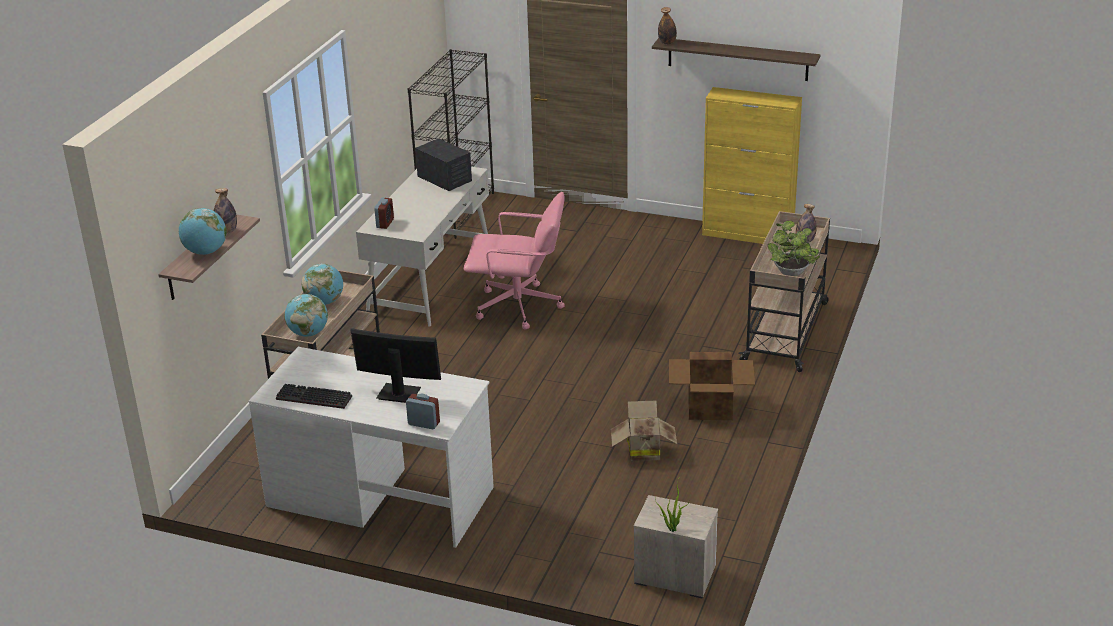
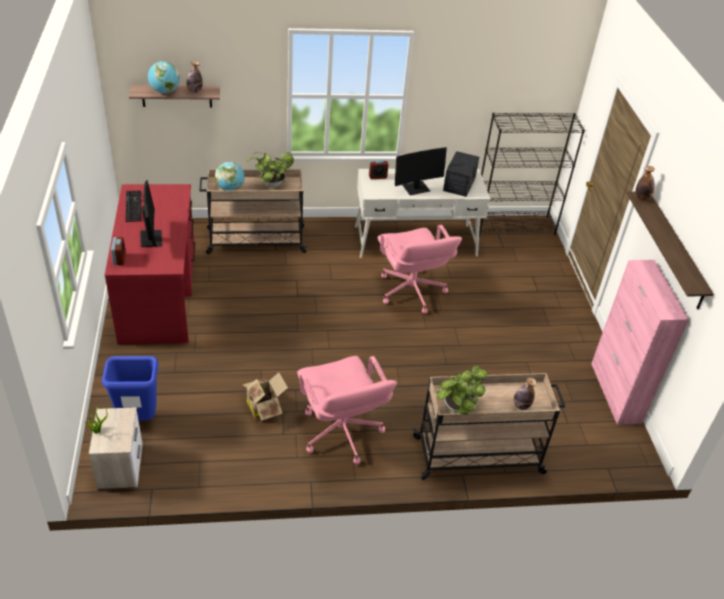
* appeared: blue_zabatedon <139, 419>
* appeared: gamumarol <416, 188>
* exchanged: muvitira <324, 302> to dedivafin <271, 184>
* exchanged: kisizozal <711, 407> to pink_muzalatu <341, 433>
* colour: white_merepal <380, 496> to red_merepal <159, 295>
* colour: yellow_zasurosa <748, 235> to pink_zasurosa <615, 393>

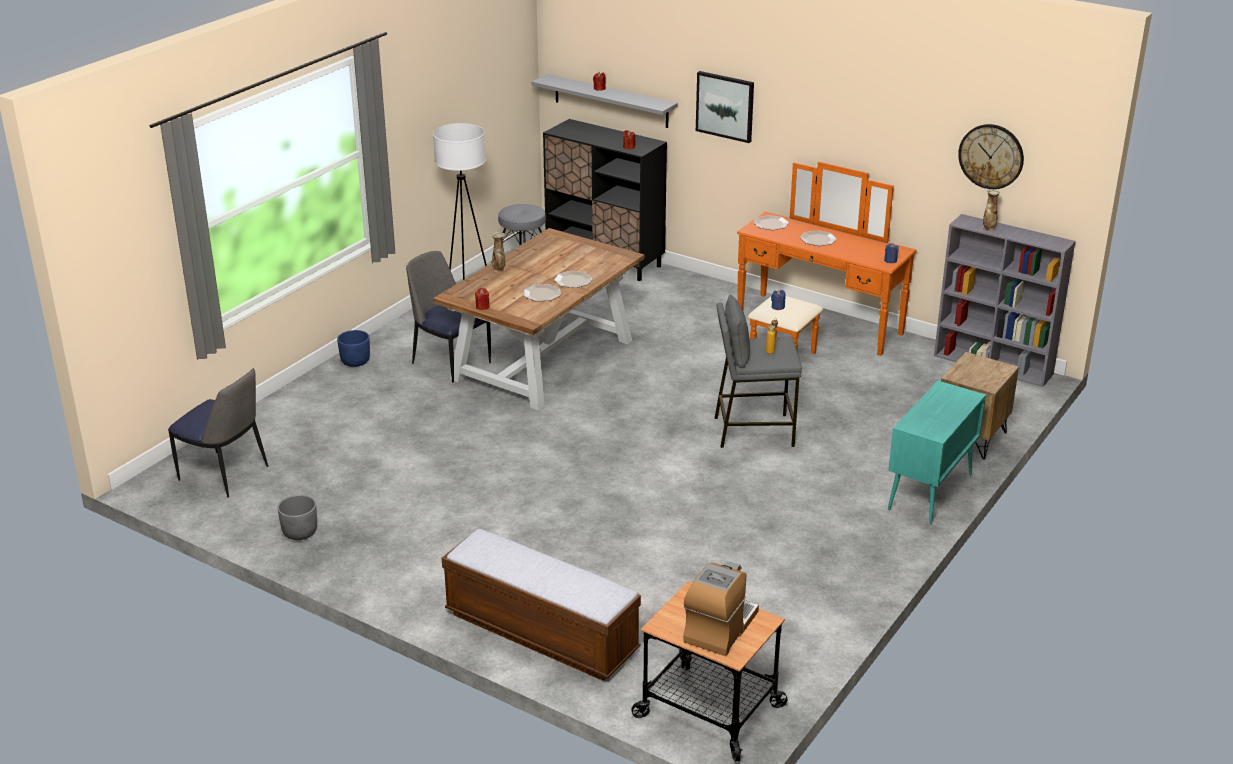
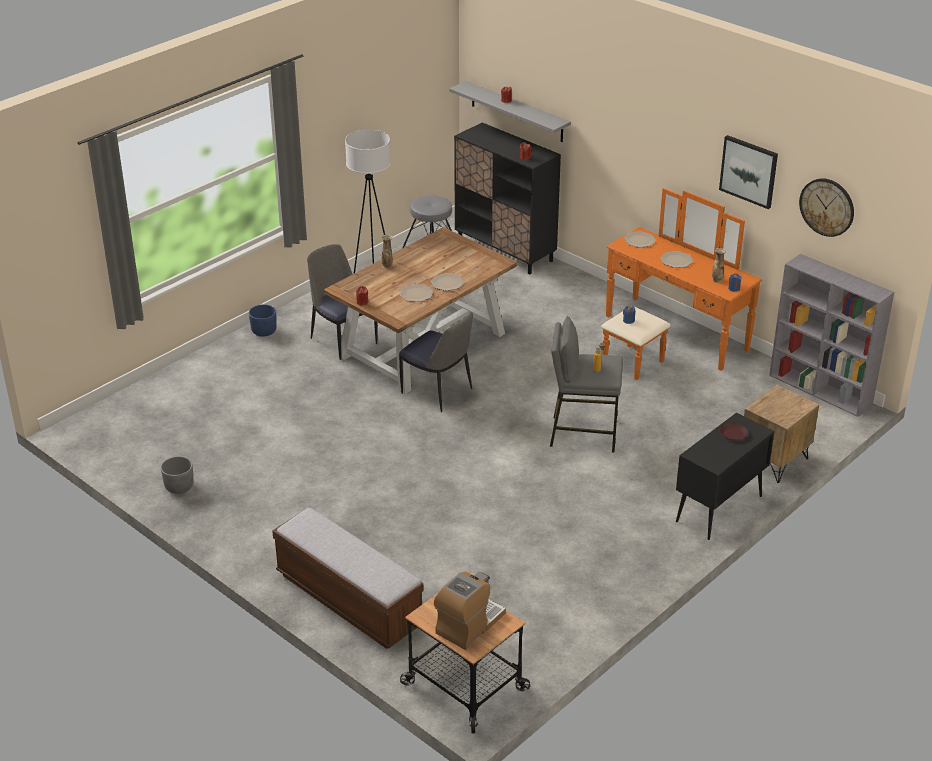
* appeared: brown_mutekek <733, 434>
* relocated: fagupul <225, 475> to <438, 392>
* relocated: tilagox <725, 106> to <749, 171>
* relocated: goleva <988, 228> to <717, 280>
* colour: turquoise_zasurosa <930, 492> to black_zasurosa <718, 509>

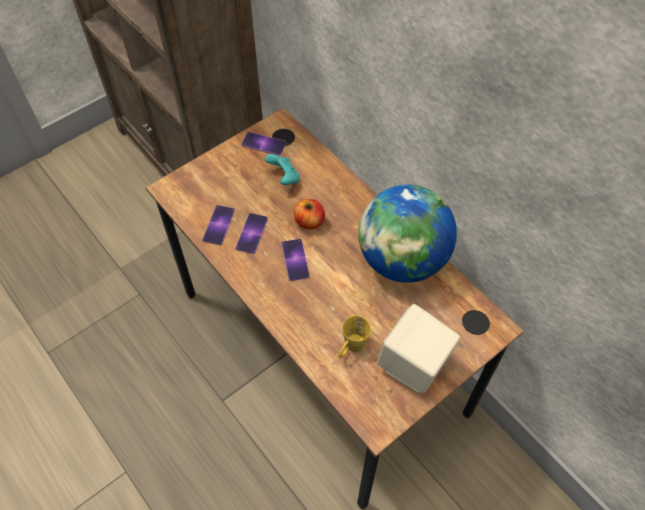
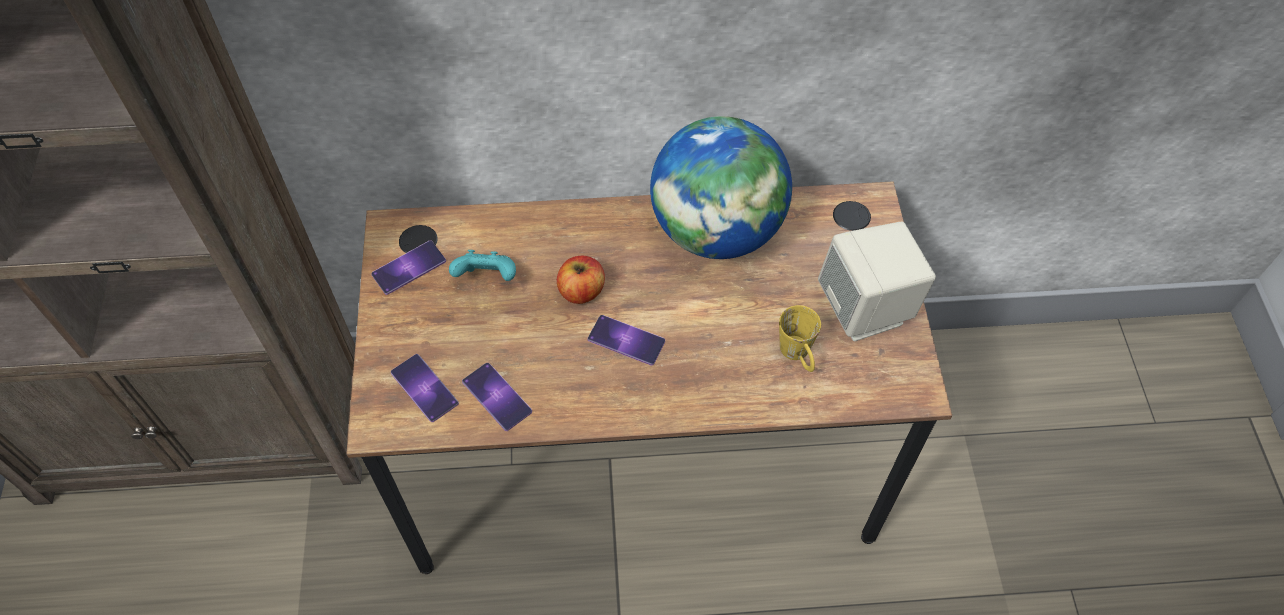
* relocated: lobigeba <252, 233> to <424, 388>

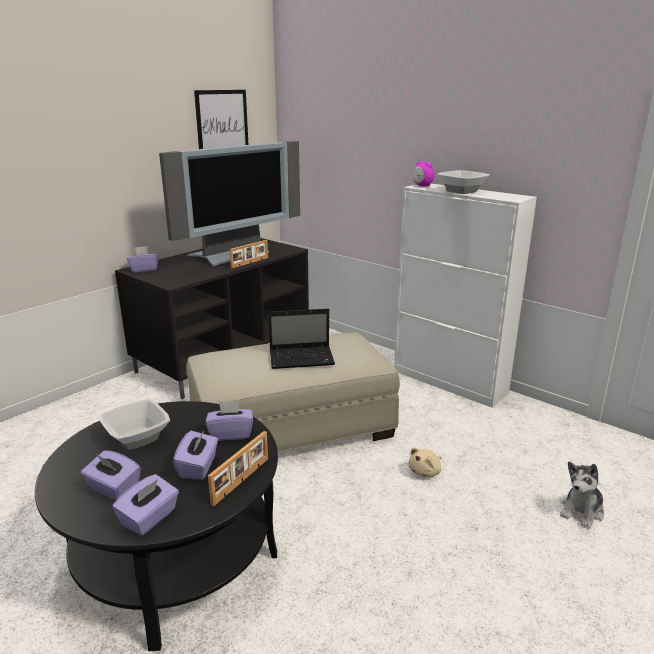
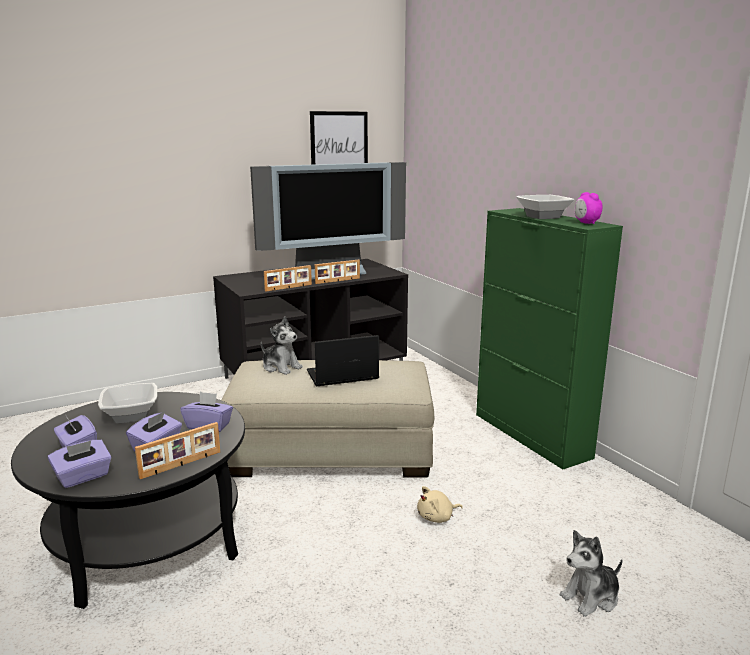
* missing: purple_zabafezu <143, 269>
* appeared: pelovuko <281, 367>
* appeared: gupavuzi <288, 288>
* relocated: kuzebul <422, 186> to <586, 223>
* colour: white_zasurosa <449, 382> to green_zasurosa <531, 435>
* spun: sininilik <303, 358> = <341, 376> 150 degrees clockwise

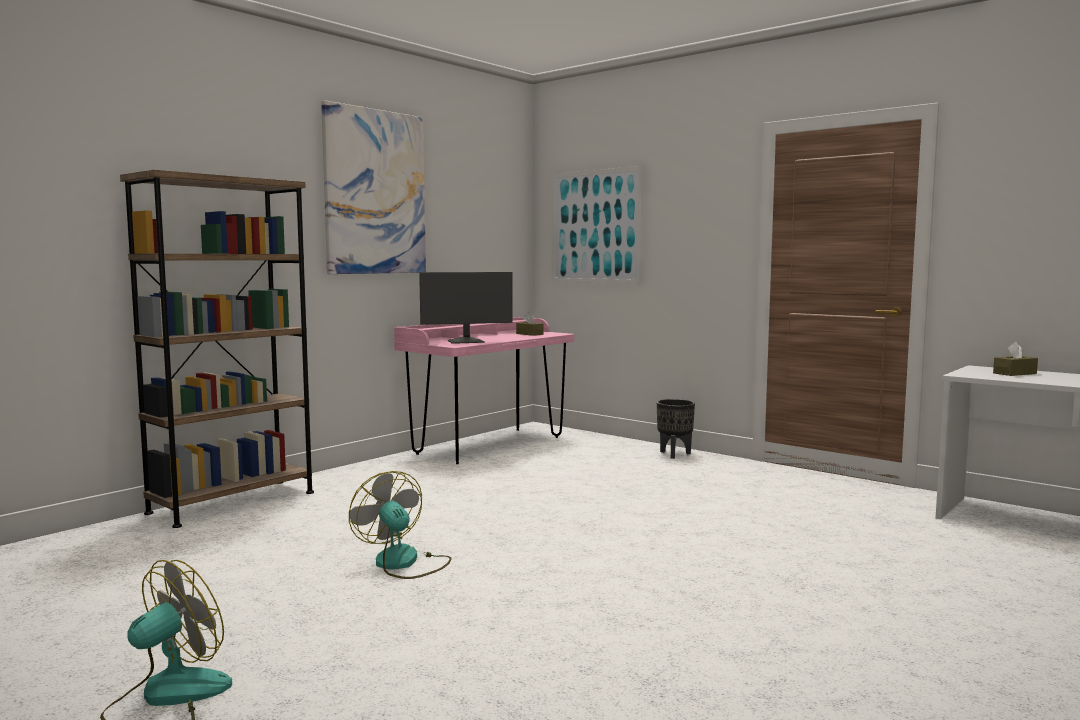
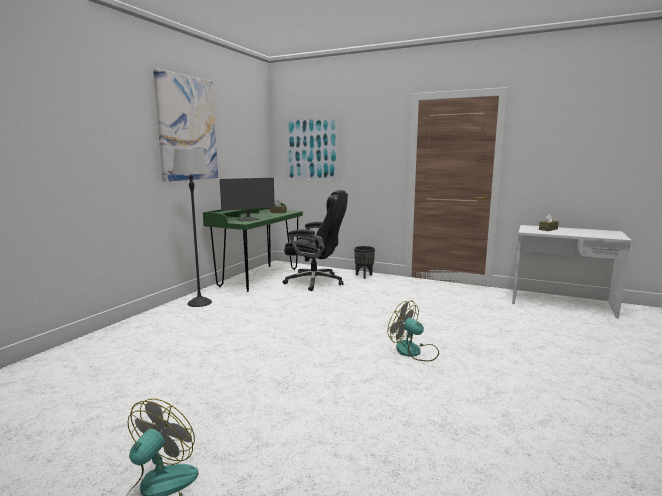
* missing: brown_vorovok <232, 502>
* appeared: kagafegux <199, 302>
* appeared: black_muzalatu <316, 282>
* relocated: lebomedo <403, 563> to <414, 352>
* colour: pink_merepal <489, 445> to green_merepal <259, 277>

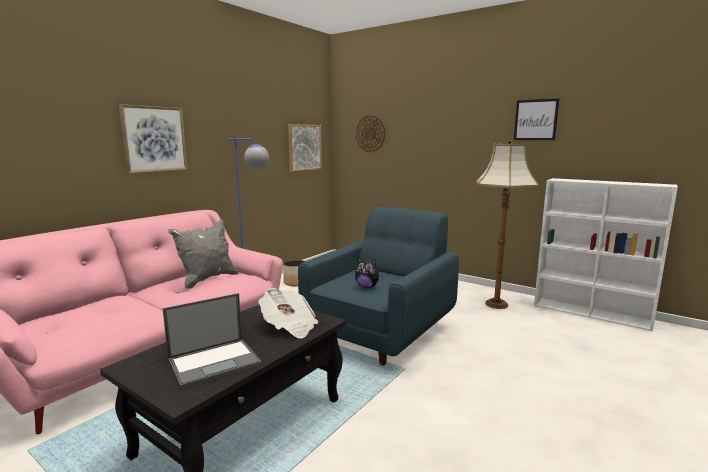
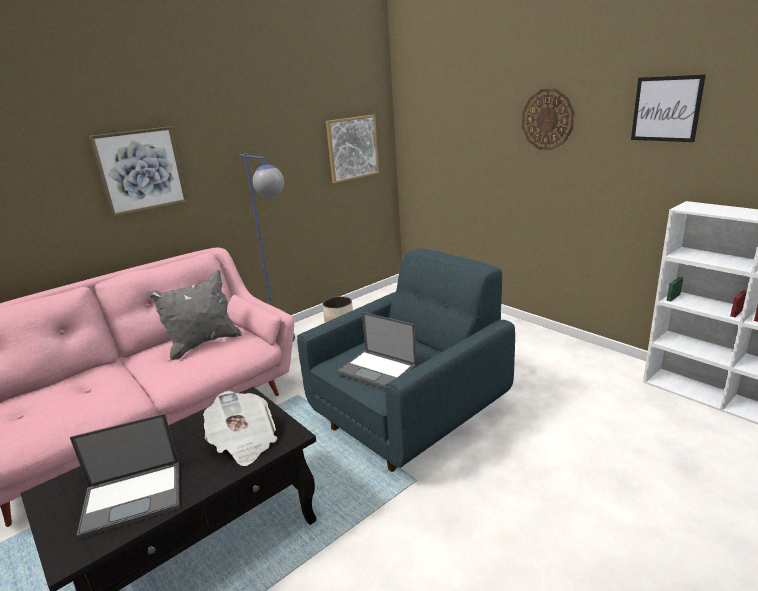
* missing: kagafegux <495, 304>
* relocated: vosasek <370, 133> to <547, 119>
* exchanged: pelovuko <367, 286> to sininilik <378, 370>

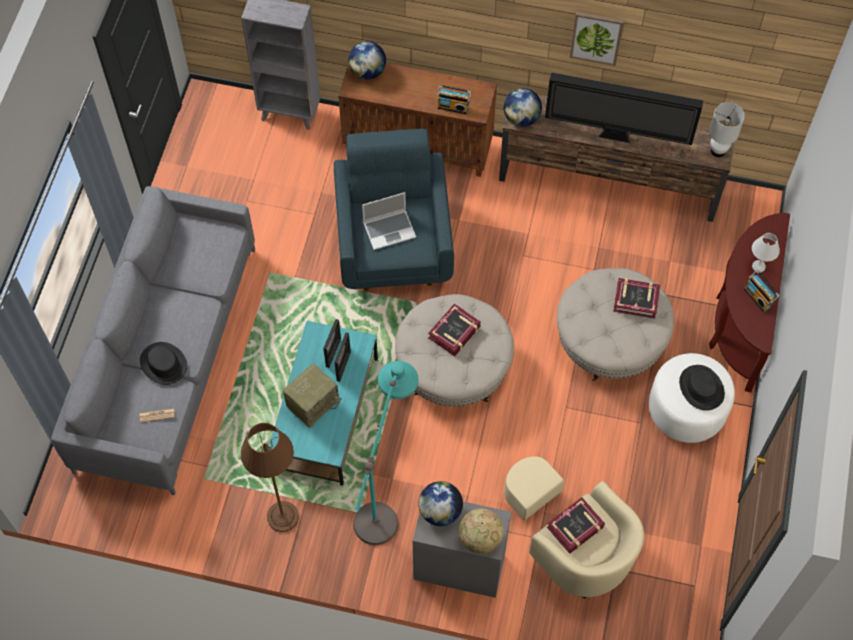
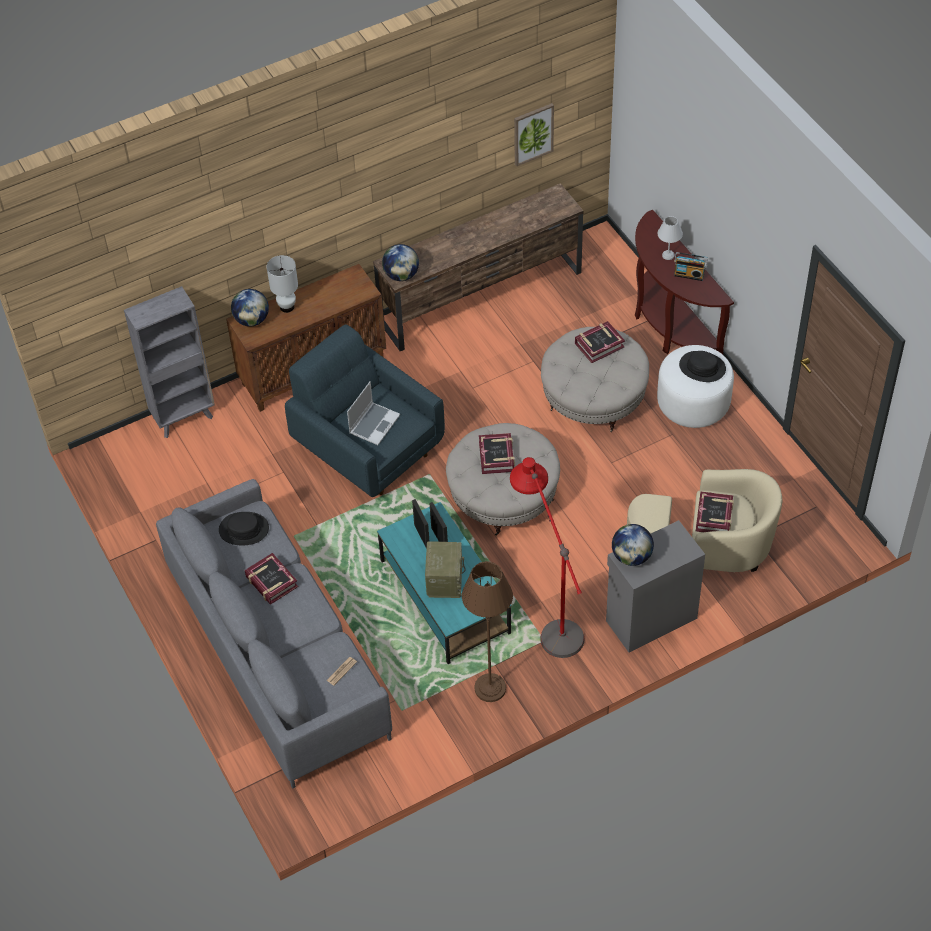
* missing: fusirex <453, 106>
* missing: muvitira <480, 538>
* missing: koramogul <616, 136>
* appeared: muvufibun <271, 582>
* relocated: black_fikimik <164, 363> to <244, 529>
* relocated: tilagox <596, 37> to <533, 133>
* relocated: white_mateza <718, 151> to <287, 307>
* colour: turquoise_kagafegux <386, 494> to red_kagafegux <548, 615>

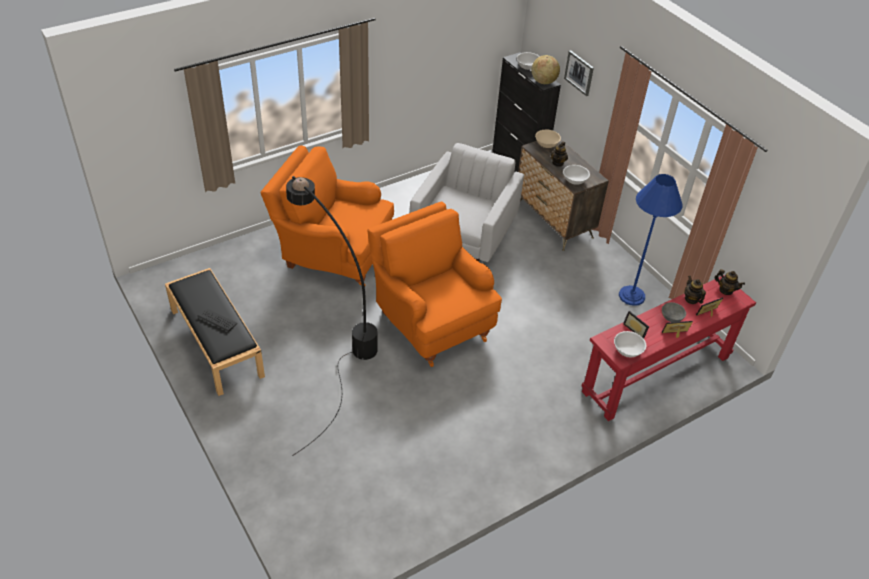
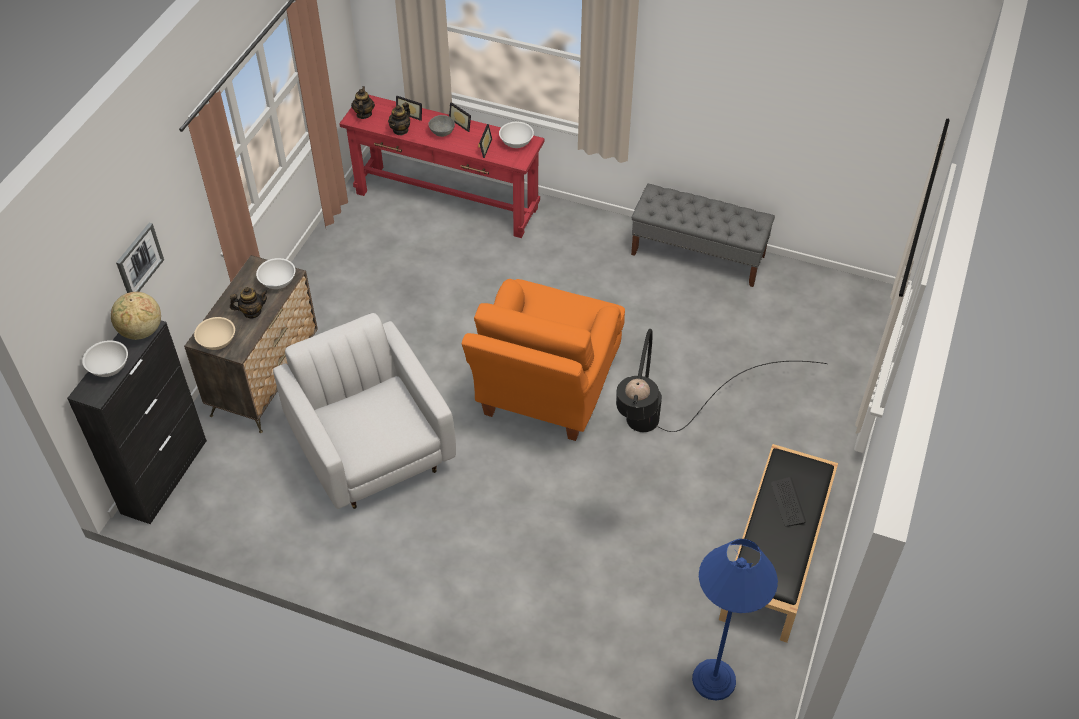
* missing: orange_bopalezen <333, 255>
* appeared: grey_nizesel <698, 255>
* relocated: blue_kagafegux <631, 296> to <714, 680>
* spun: white_bopalezen <464, 234> = <371, 448> 75 degrees clockwise

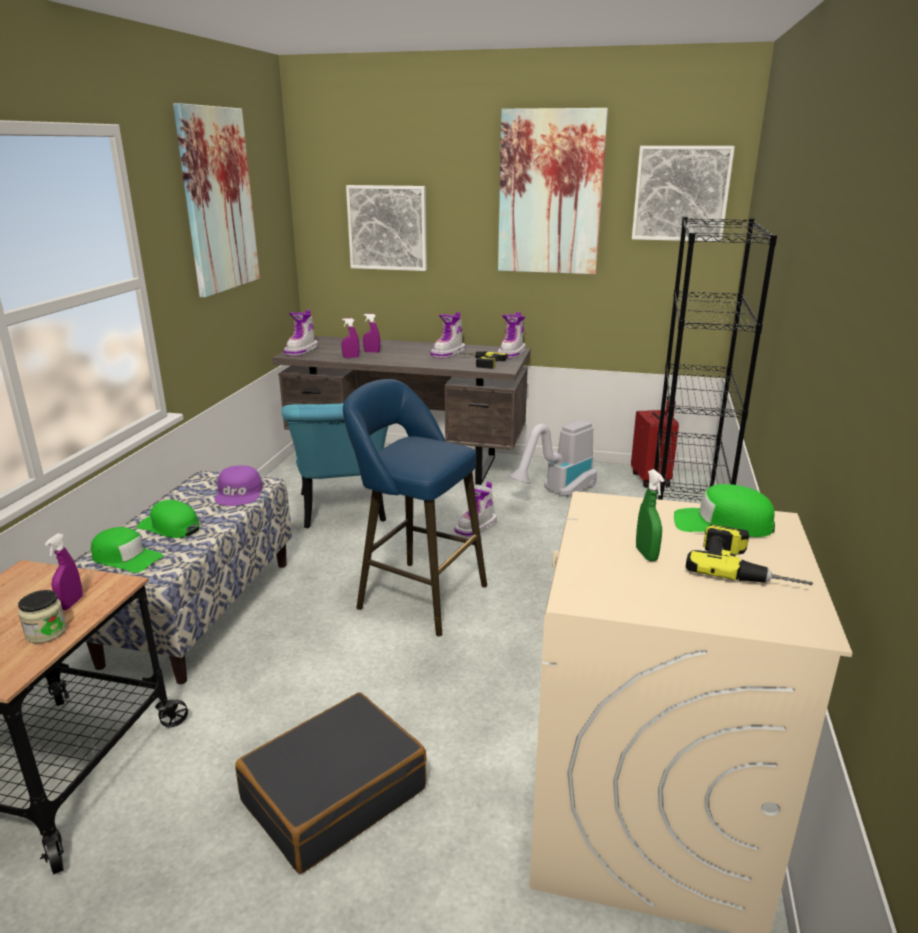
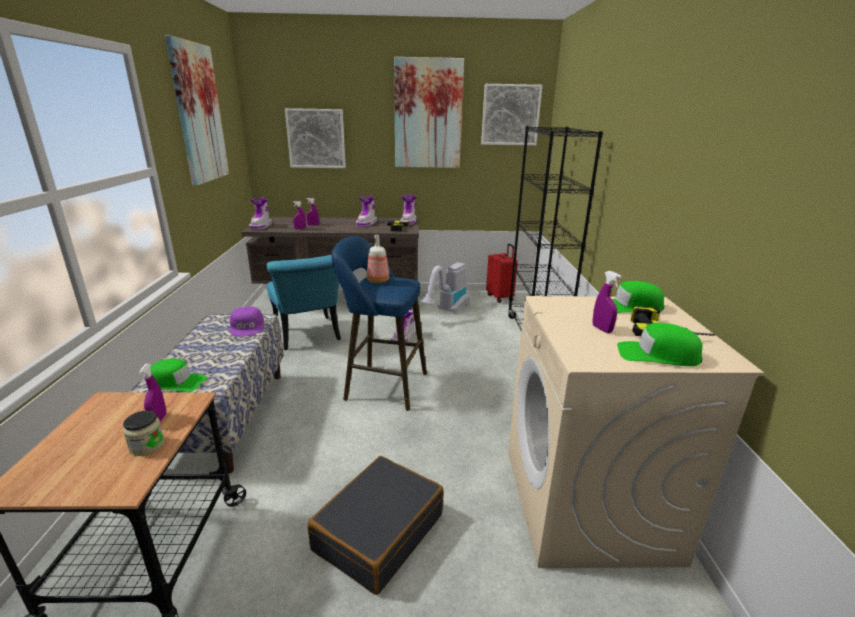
* appeared: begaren <377, 280>
* relocated: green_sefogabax <169, 527> to <657, 355>
* colour: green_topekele <646, 554> to purple_topekele <602, 329>

